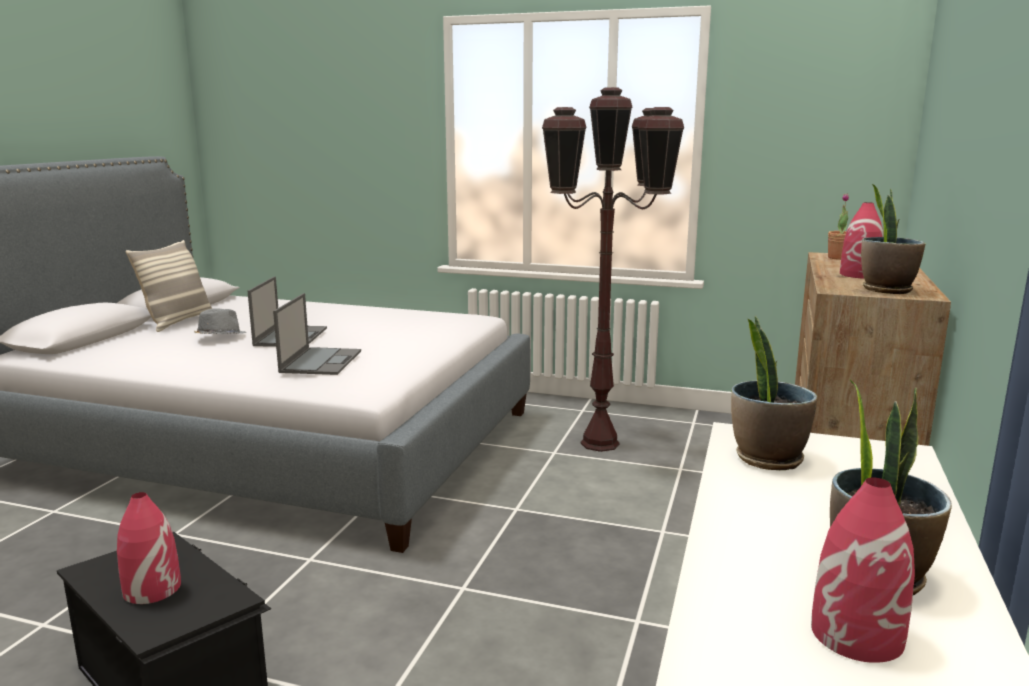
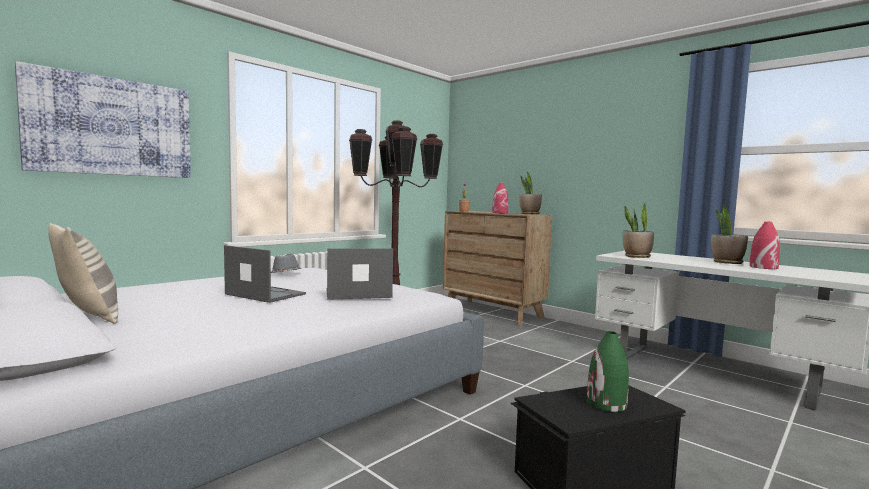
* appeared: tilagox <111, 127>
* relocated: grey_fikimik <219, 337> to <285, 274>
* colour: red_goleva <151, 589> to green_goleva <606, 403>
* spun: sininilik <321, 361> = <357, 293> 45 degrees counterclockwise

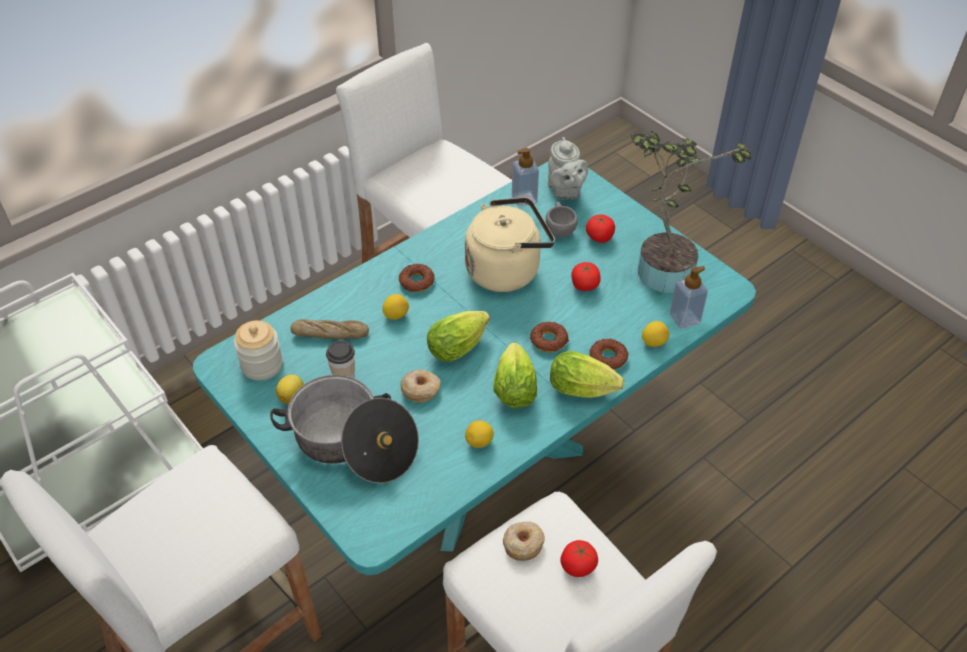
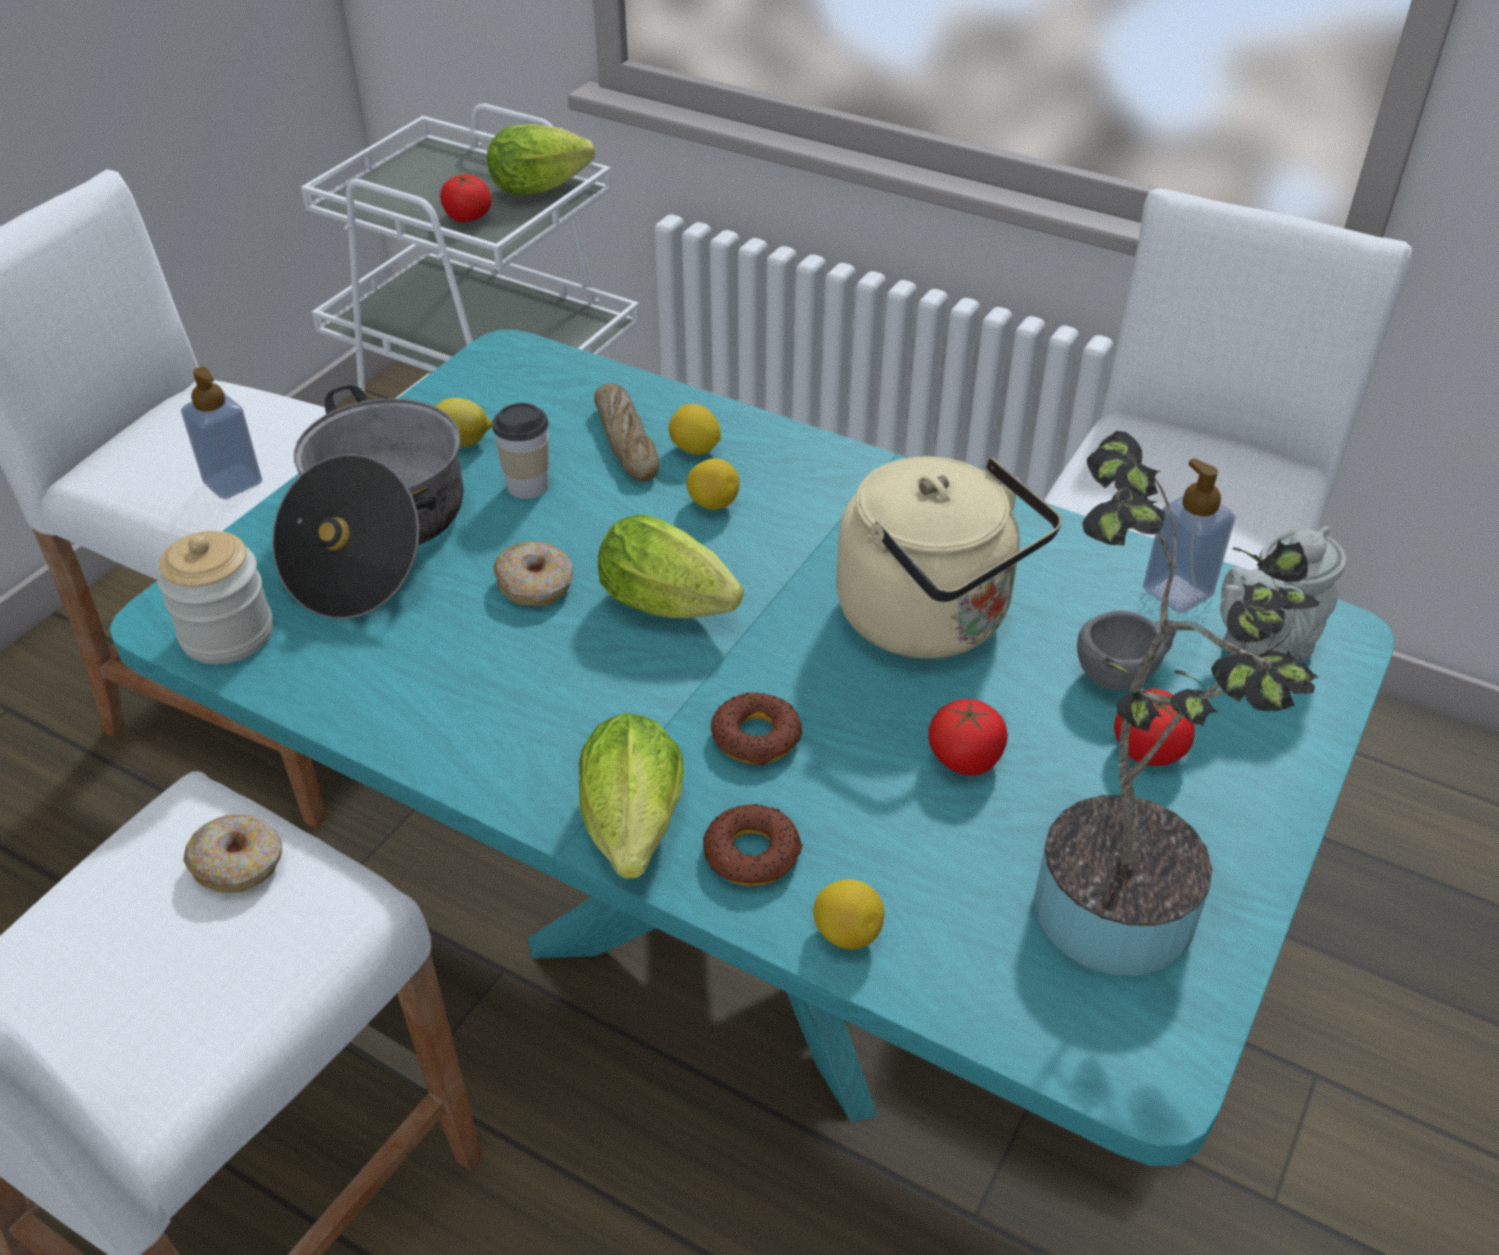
* missing: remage <416, 281>
* relocated: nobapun <262, 365> to <227, 634>
* relocated: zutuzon <479, 442> to <695, 450>
* relocated: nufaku <514, 387> to <545, 188>
* relocated: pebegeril <578, 566> to <468, 217>
* relocated: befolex <684, 319> to <233, 482>

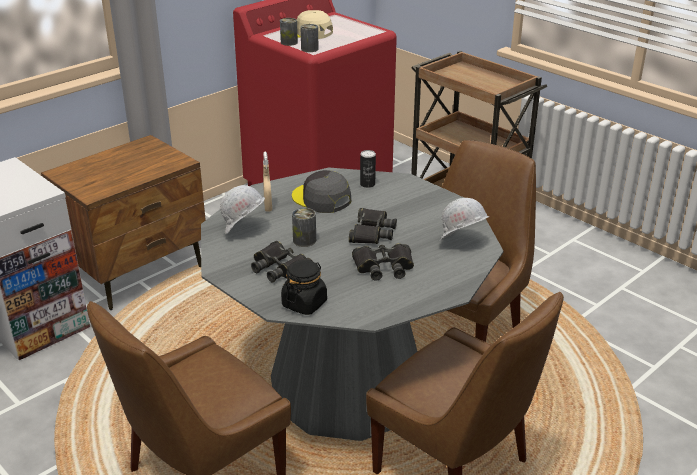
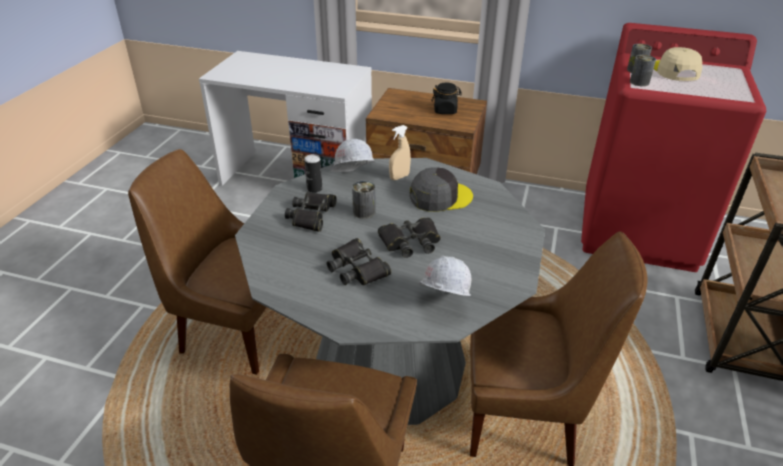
* relocated: black_nobapun <304, 303> to <445, 110>
* relocated: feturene <367, 184> to <314, 189>
* spun: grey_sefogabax <321, 199> = <440, 197> 60 degrees clockwise

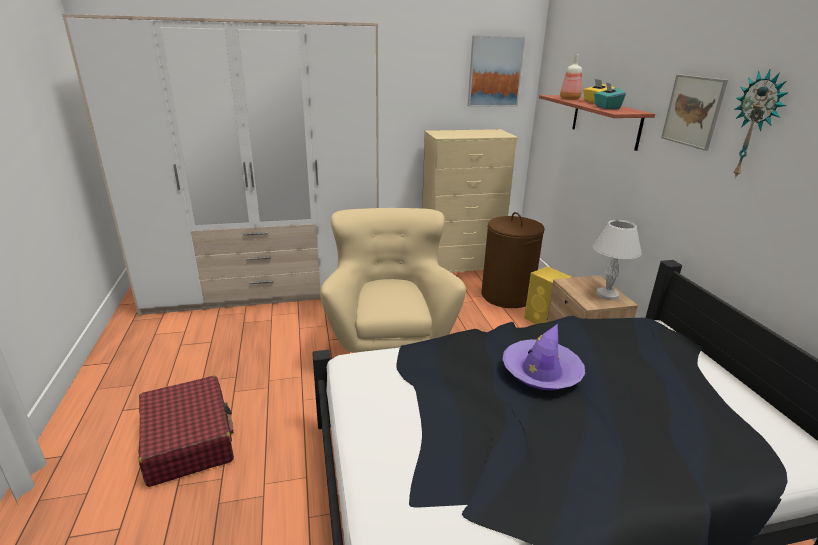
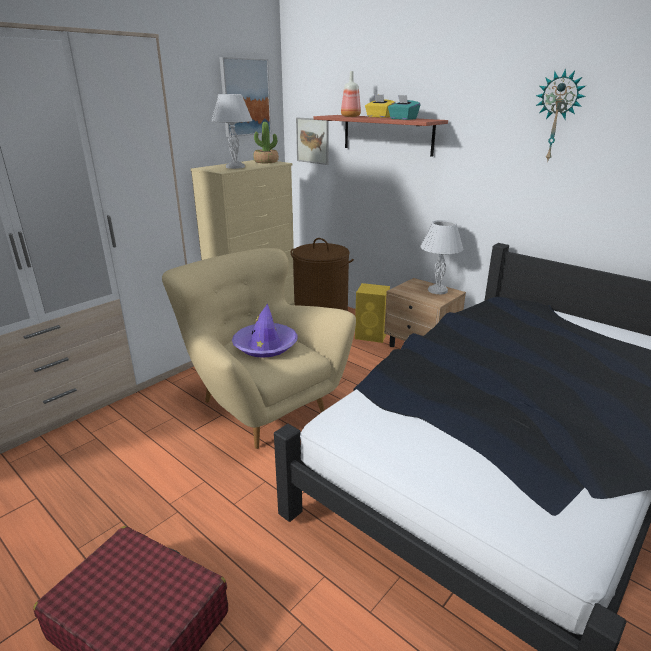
* appeared: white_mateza <235, 167>
* appeared: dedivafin <266, 162>
* relocated: purple_fikimik <541, 372> to <265, 346>
* relocated: tilagox <693, 111> to <312, 140>

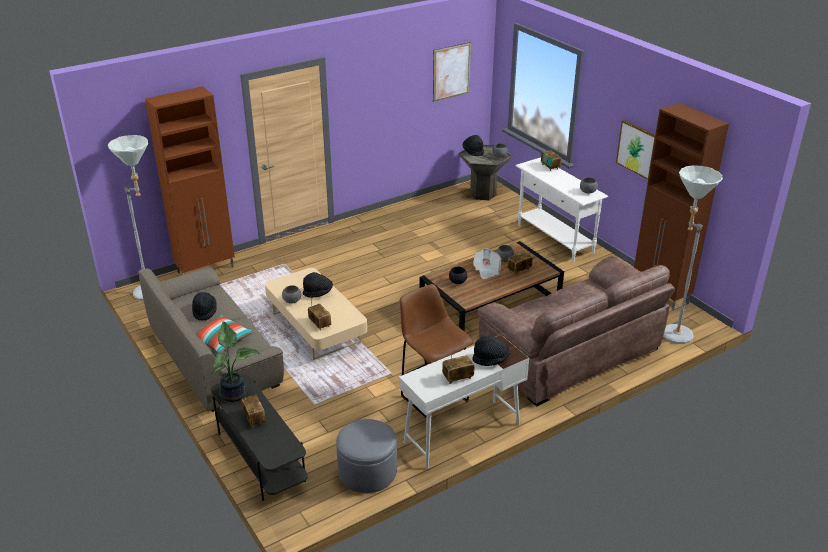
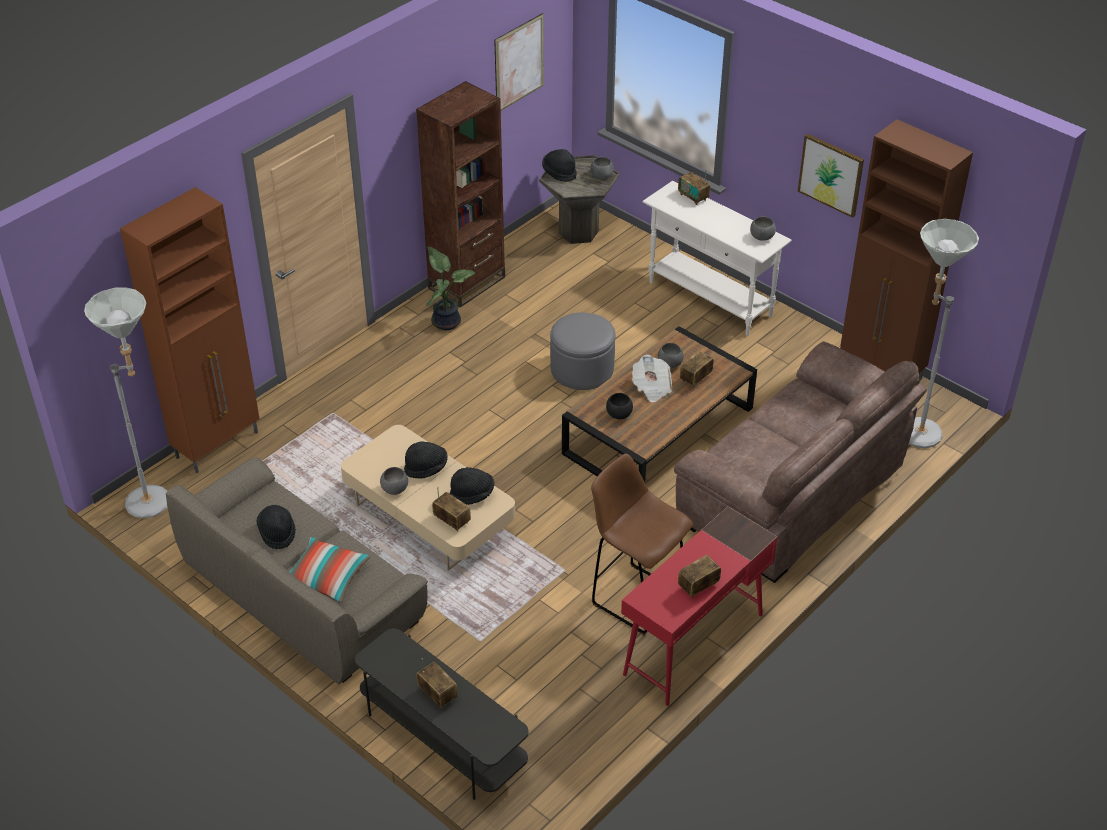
* appeared: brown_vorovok <467, 283>
* relocated: dedivafin <235, 393> to <447, 321>
* relocated: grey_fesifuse <367, 471> to <582, 369>
* relocated: black_fikimik <491, 360> to <472, 494>
* colour: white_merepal <461, 433> to red_merepal <693, 644>

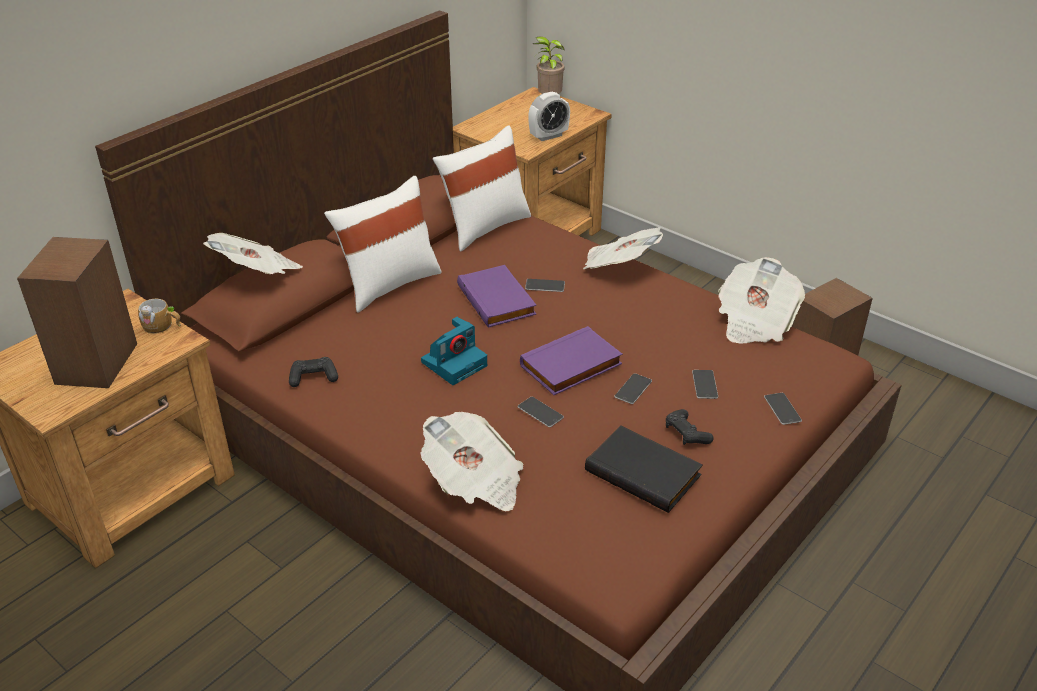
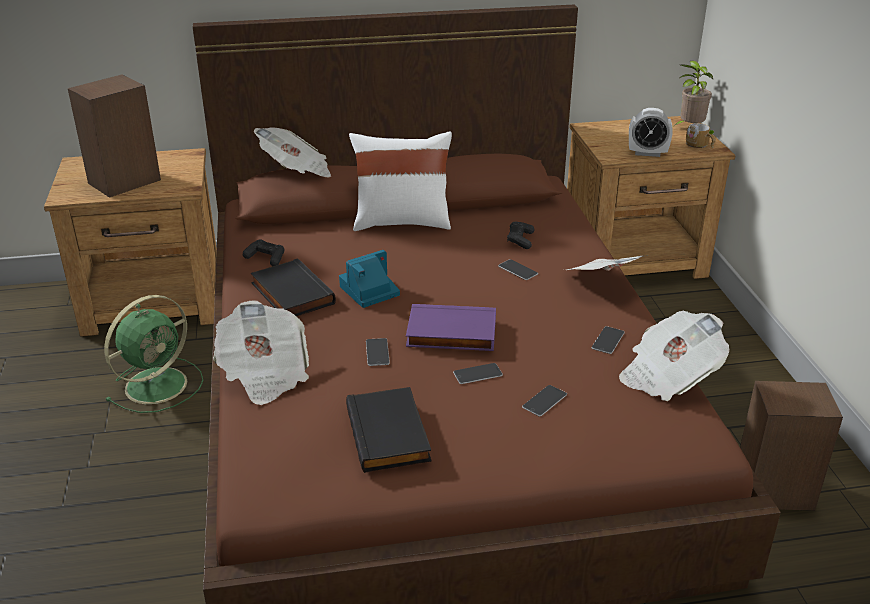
* missing: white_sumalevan <484, 227>
* missing: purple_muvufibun <498, 300>
* appeared: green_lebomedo <158, 384>
* appeared: black_muvufibun <290, 294>
* relocated: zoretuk <162, 327> to <699, 146>
* relocated: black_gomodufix <686, 434> to <520, 240>
* relocated: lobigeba <782, 409> to <608, 340>
* spun: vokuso <455, 363> = <368, 291> 150 degrees clockwise

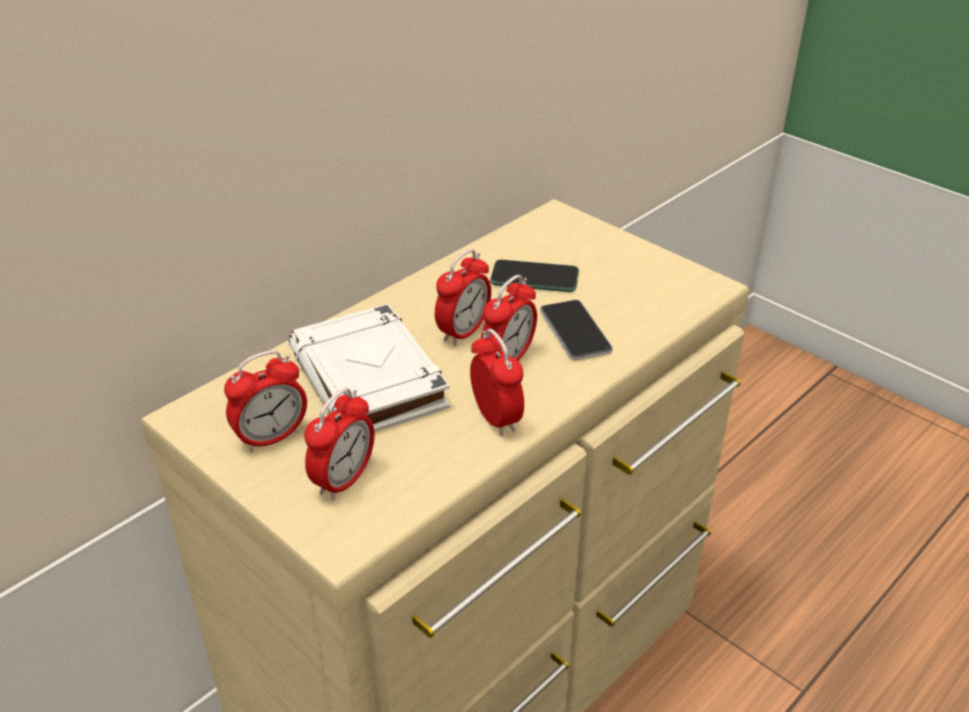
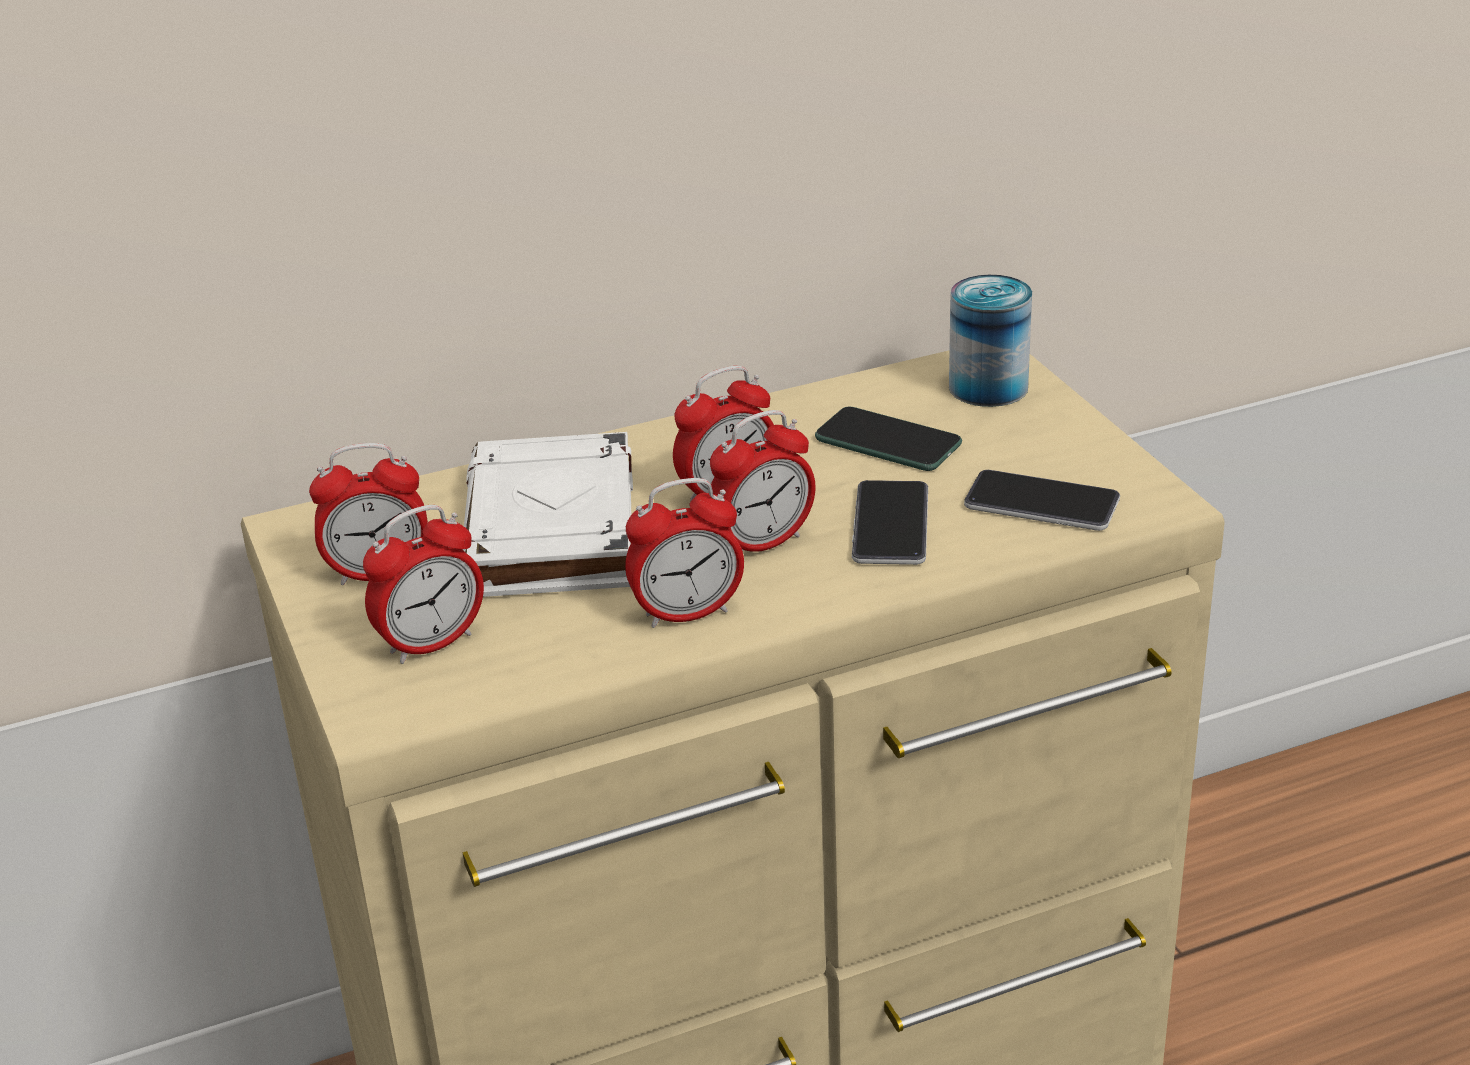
* appeared: feturene <988, 387>
* appeared: lobigeba <1041, 503>
* spun: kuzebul <496, 418> = <687, 613> 75 degrees clockwise

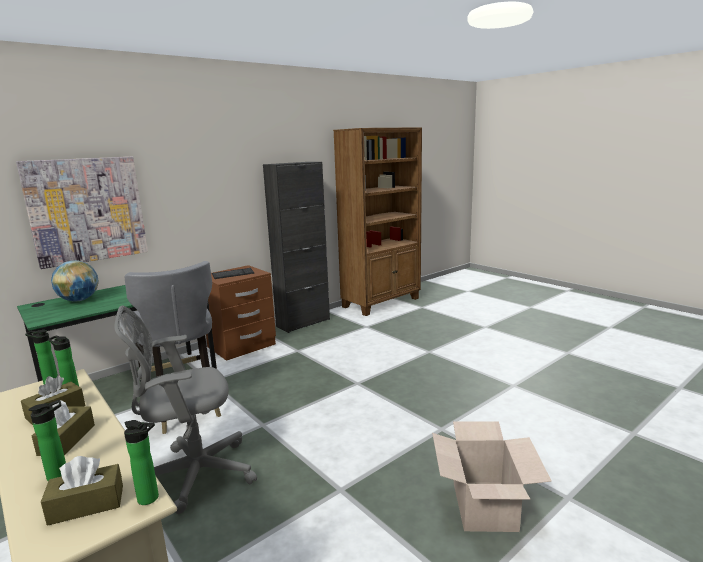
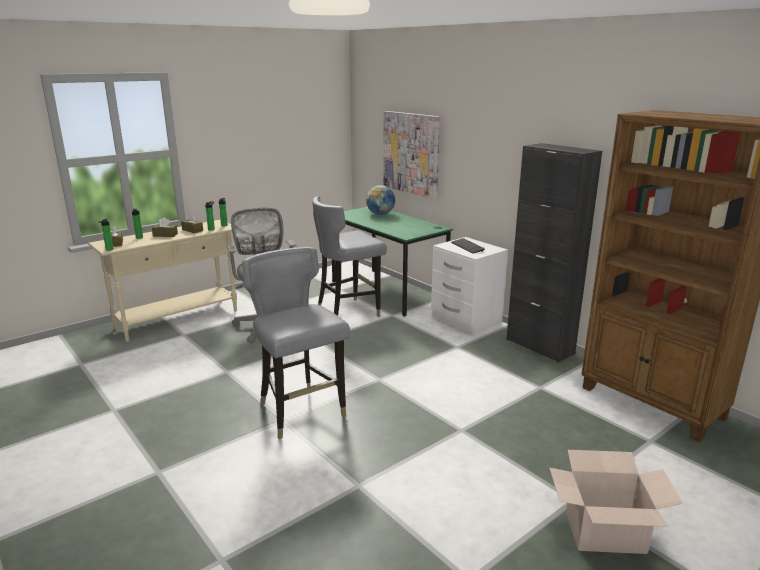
* appeared: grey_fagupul <300, 412>
* relocated: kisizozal <483, 506> to <605, 532>
* colour: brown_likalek <242, 346> to white_likalek <465, 320>

